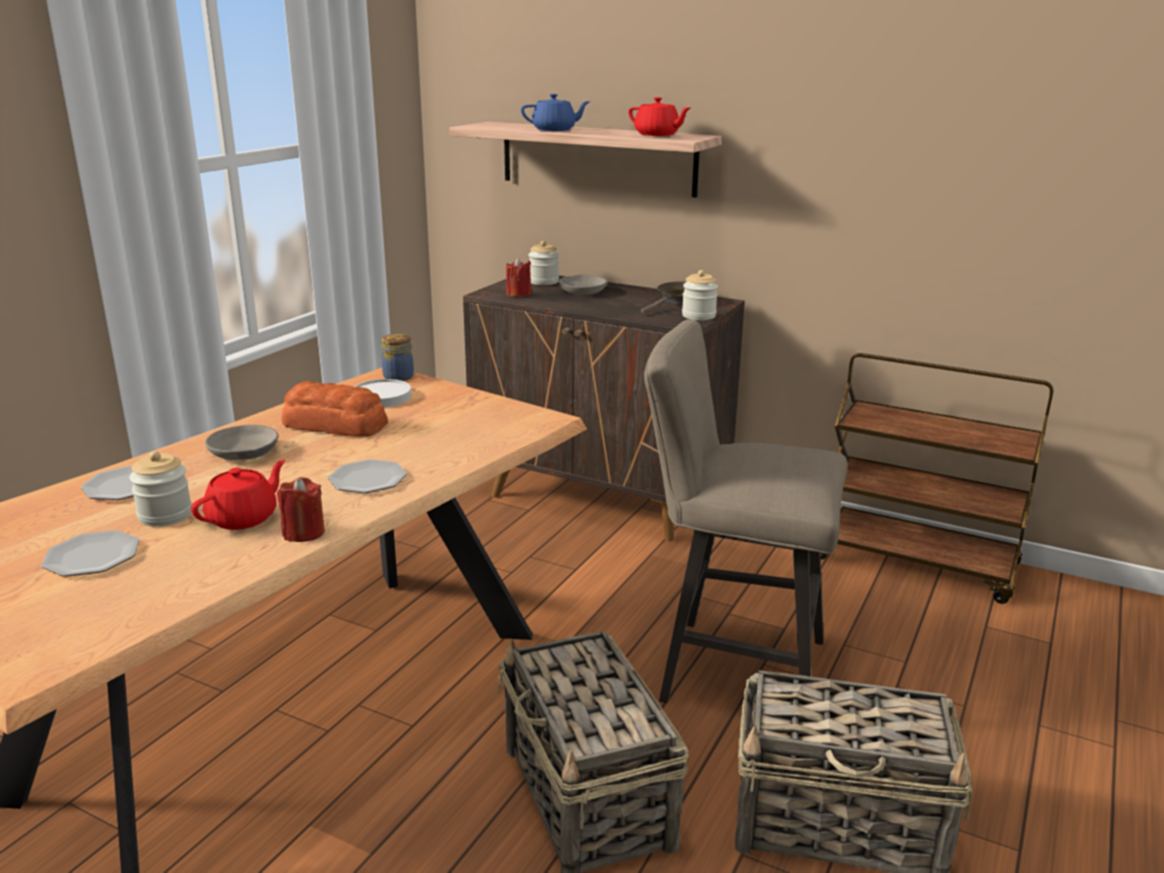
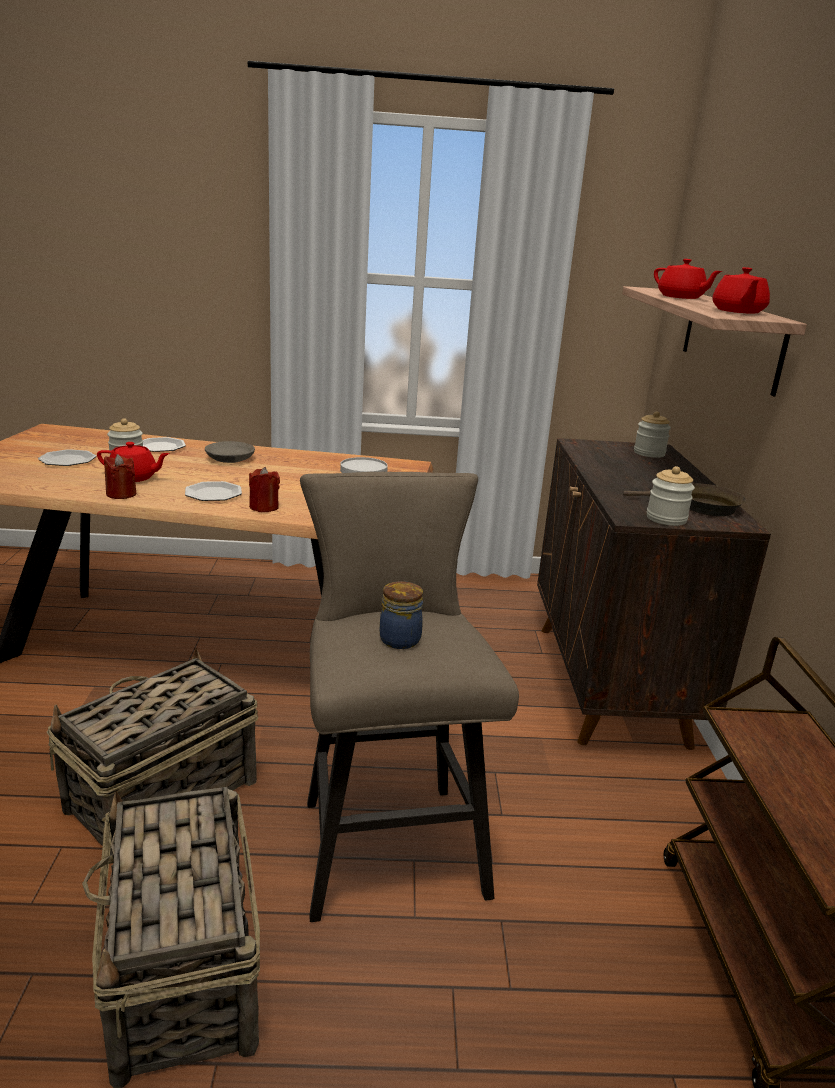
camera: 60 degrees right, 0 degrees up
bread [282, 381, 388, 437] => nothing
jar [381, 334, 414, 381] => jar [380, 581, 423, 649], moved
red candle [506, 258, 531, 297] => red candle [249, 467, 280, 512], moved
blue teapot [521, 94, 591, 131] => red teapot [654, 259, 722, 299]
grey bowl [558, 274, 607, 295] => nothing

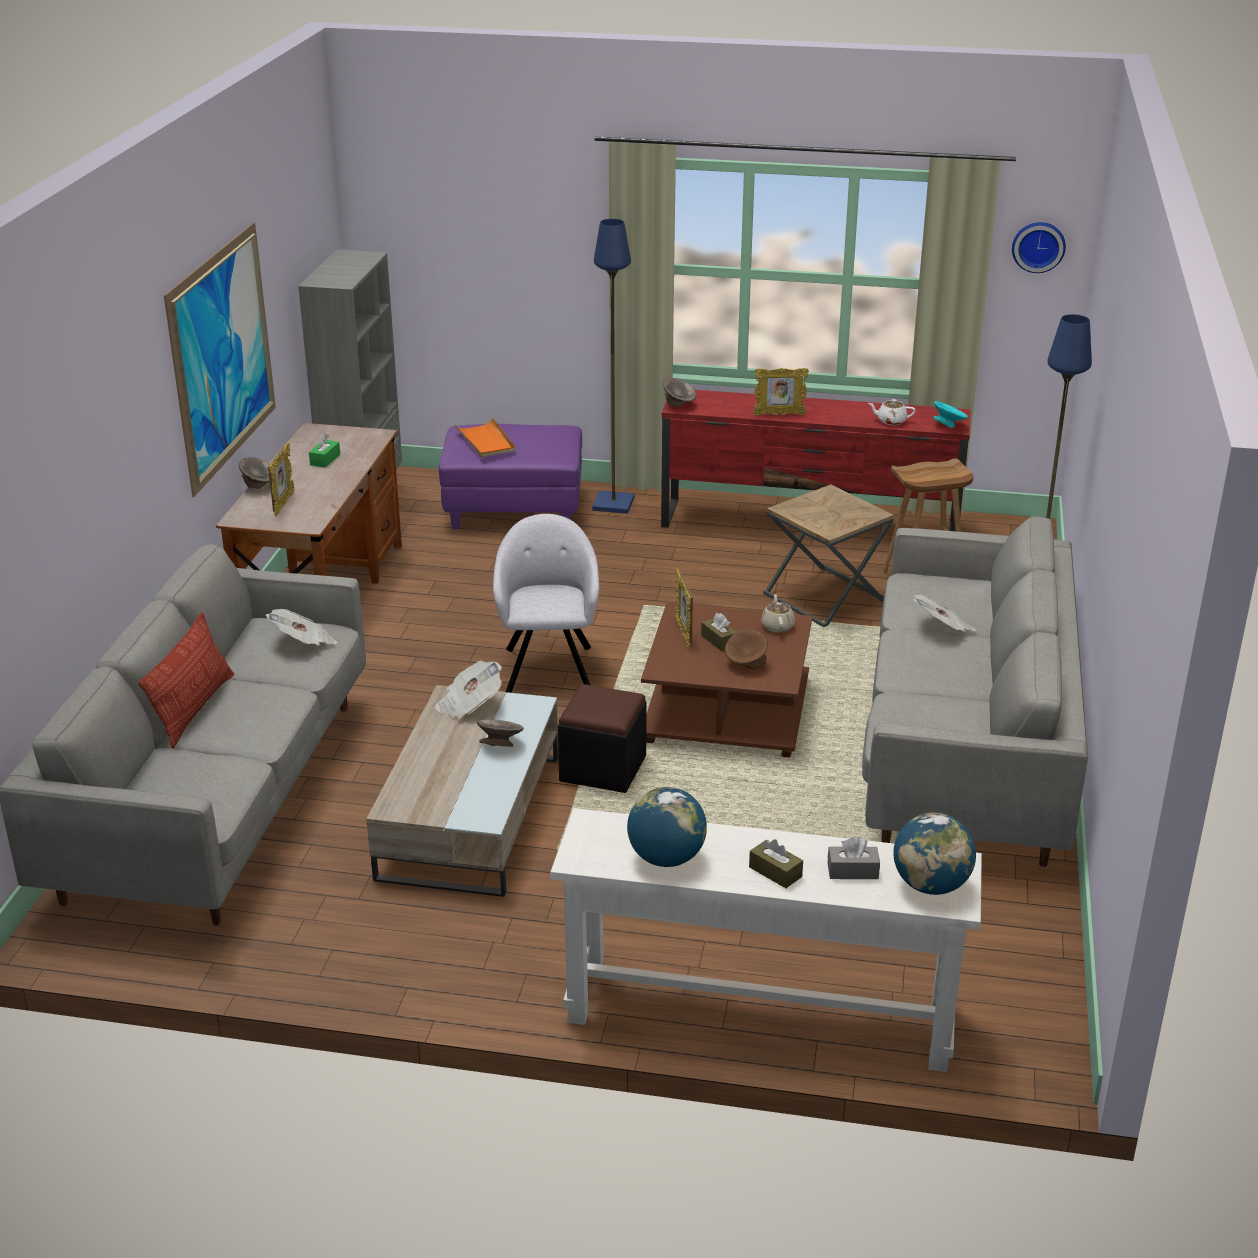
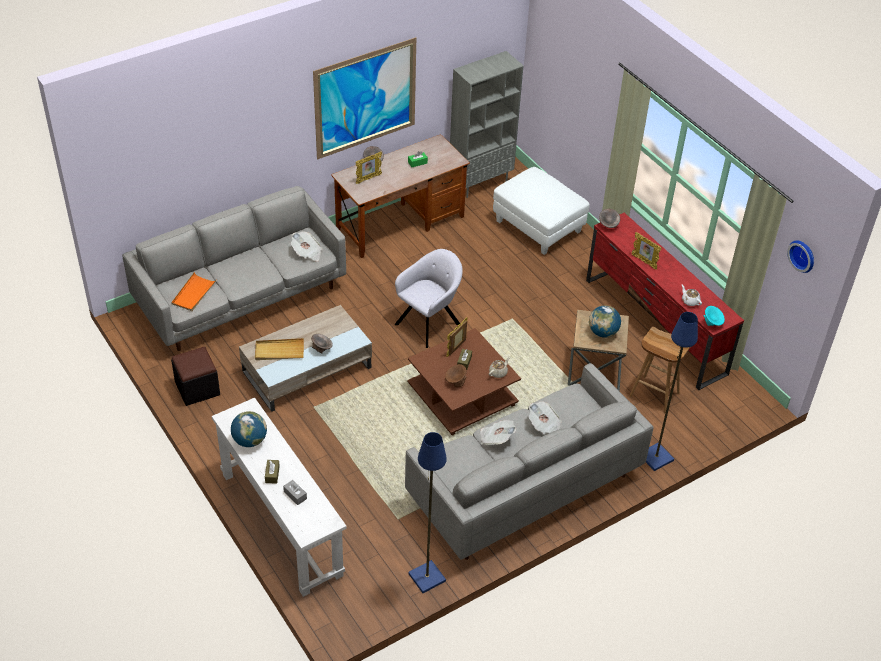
camera: 45 degrees right, 15 degrees up
pillow [138, 612, 234, 748] => nothing
newspaper [435, 661, 502, 719] => newspaper [480, 420, 516, 445], moved
purple ottoman [439, 424, 582, 529] => white ottoman [493, 167, 590, 255]
orange tray [454, 418, 515, 457] => orange tray [171, 273, 217, 311], moved
black ottoman [558, 684, 647, 793] => black ottoman [171, 347, 220, 406], moved
blue floor lamp [592, 219, 635, 514] => blue floor lamp [408, 432, 447, 593], moved
globe [893, 813, 976, 895] => globe [589, 306, 621, 338], moved
nothing => beige tray [255, 338, 304, 360]

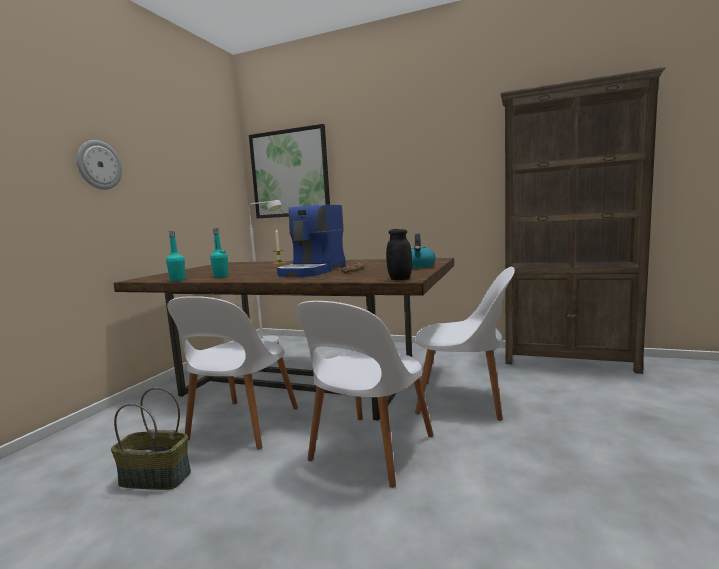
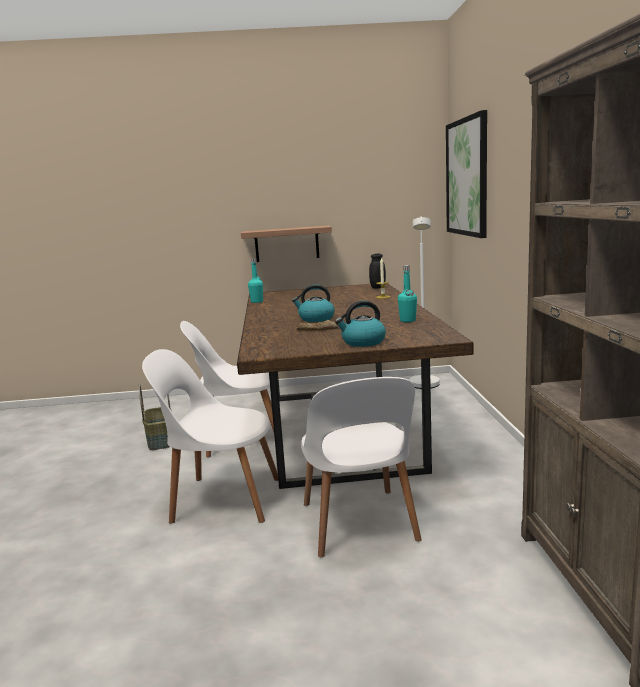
camera: 65 degrees right, 5 degrees up
wall clock [77, 140, 122, 190] => nothing
turquoise bottle [210, 228, 228, 278] => turquoise bottle [398, 265, 417, 322], moved
coffee machine [277, 205, 346, 277] => kettle [292, 285, 335, 322]
black jar [386, 229, 412, 280] => black jar [369, 254, 386, 289], moved
nothing => shelf [241, 226, 332, 262]

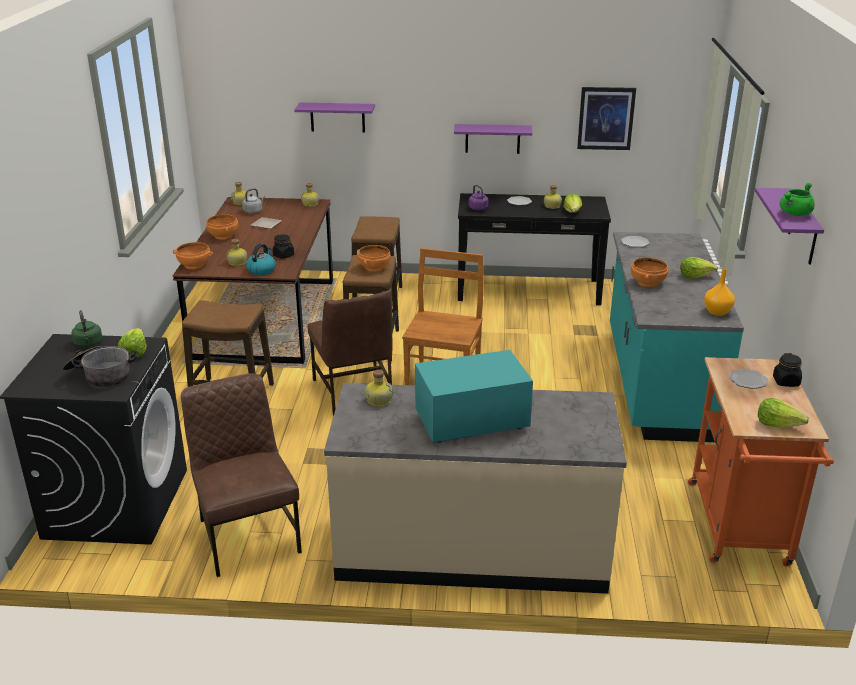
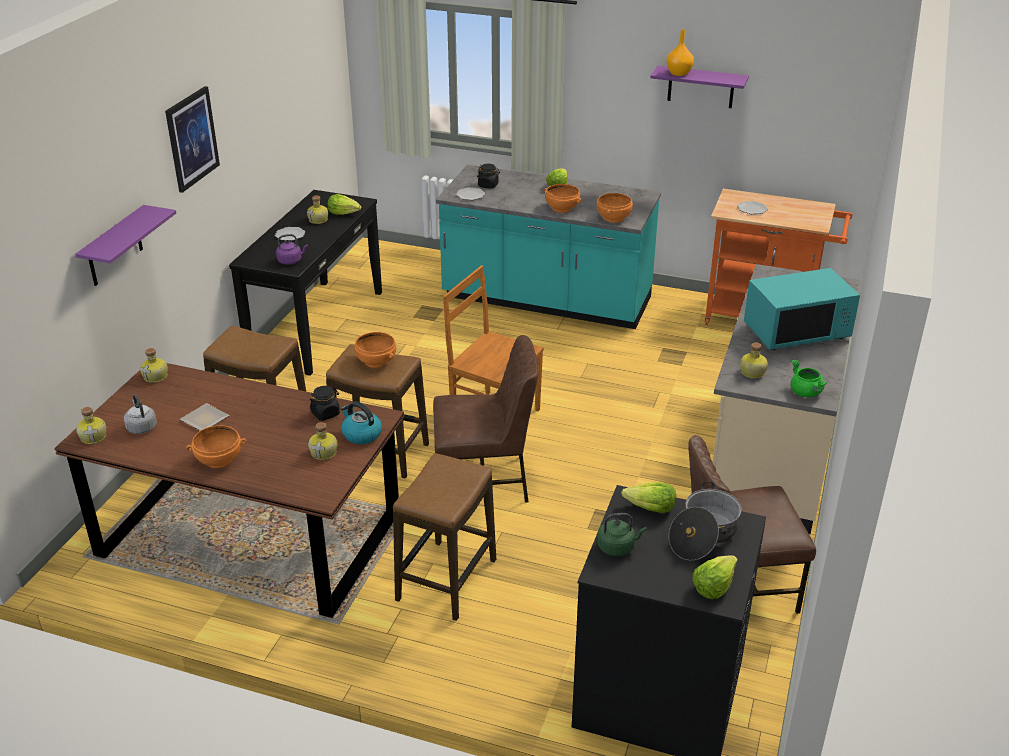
camera: 75 degrees left, 5 degrees up
orange bowl [173, 242, 213, 270] => orange bowl [597, 193, 633, 223], moved
turquoise microwave [415, 350, 533, 443] => turquoise microwave [744, 268, 860, 350], 105 degrees counterclockwise
purple shelf [454, 124, 532, 154] => nothing
picture [577, 87, 636, 150] => picture [165, 86, 220, 193], moved
orange vase [704, 268, 735, 316] => orange vase [666, 29, 694, 76], moved
lettuce [758, 398, 809, 427] => lettuce [693, 555, 738, 599], moved
black jar [773, 353, 802, 387] => black jar [477, 164, 500, 189], moved
green cooking pot [780, 183, 815, 216] => green cooking pot [790, 360, 827, 397], moved

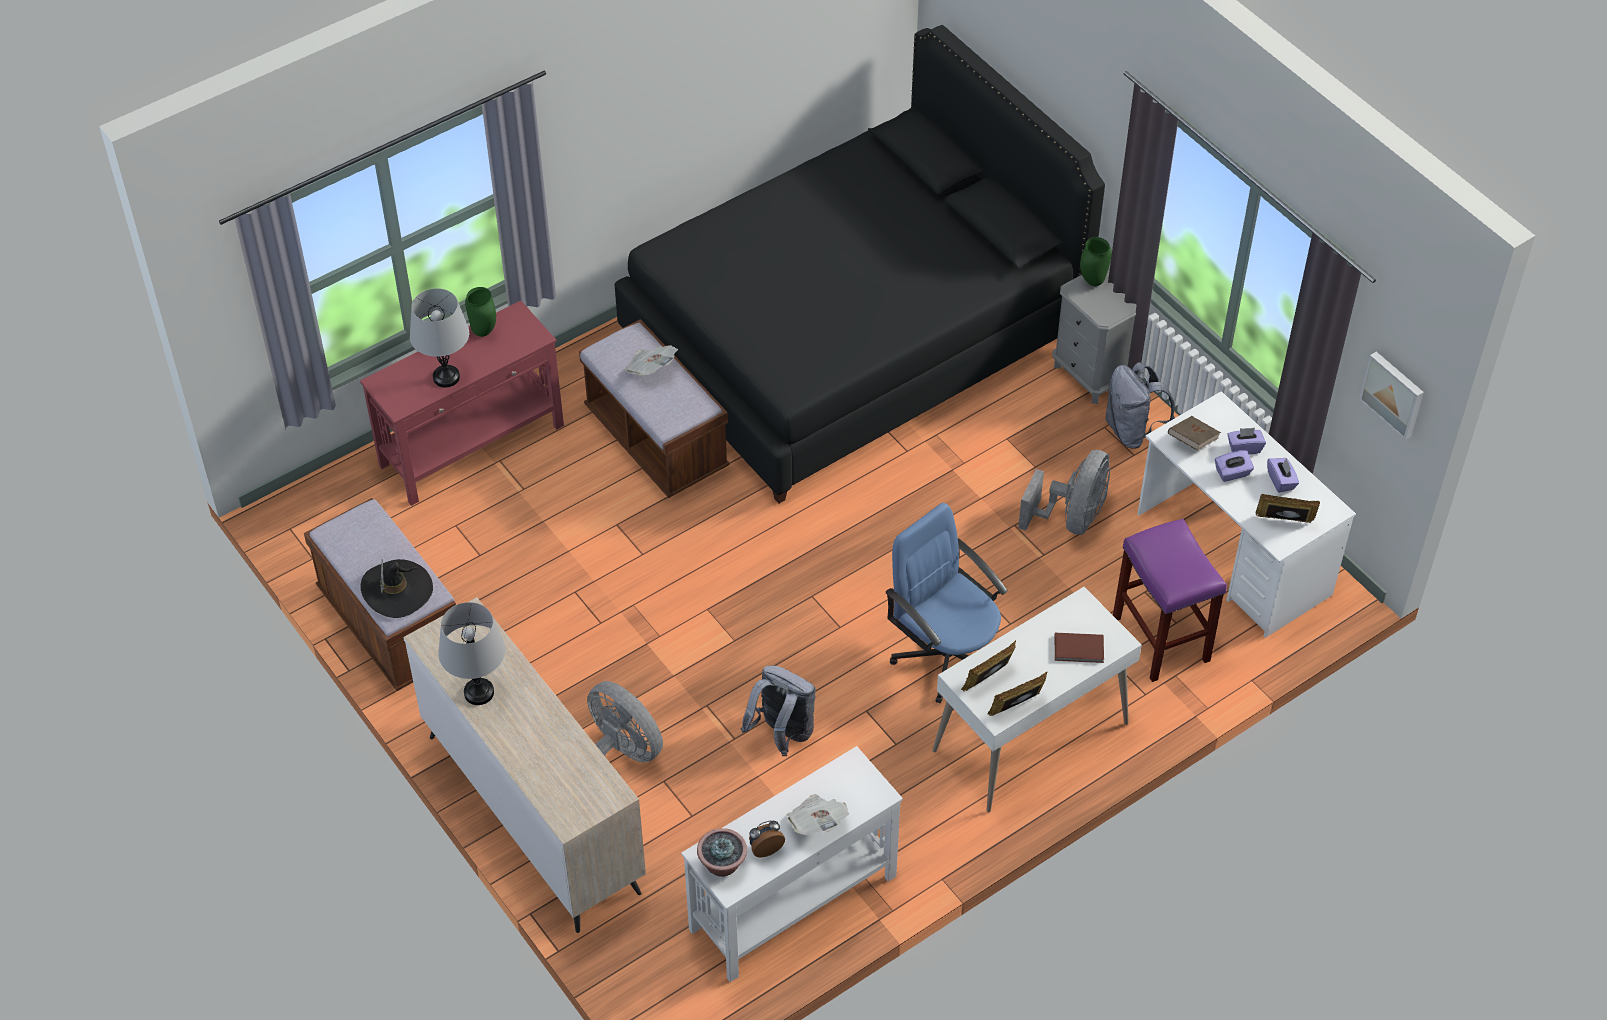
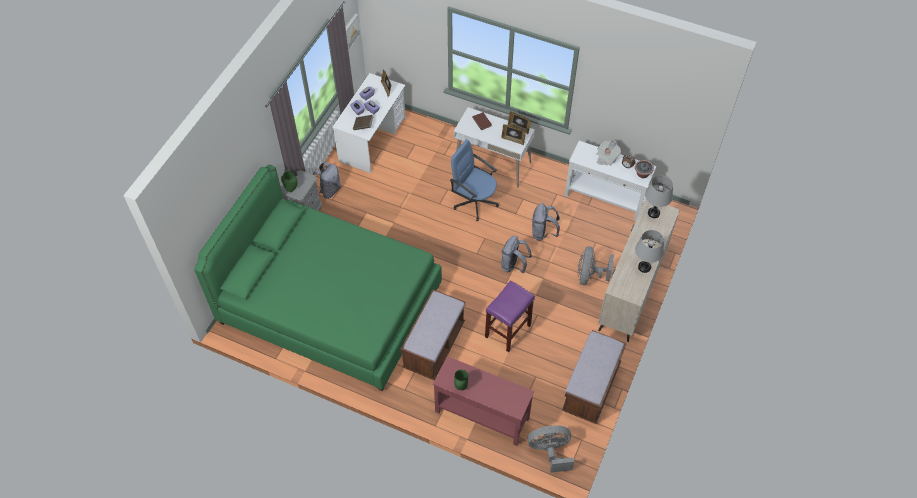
camera: 120 degrees left, 5 degrees up
black hat [360, 559, 433, 618] => nothing
grey table lamp [410, 288, 469, 388] => grey table lamp [645, 175, 673, 218], moved
black bed [615, 25, 1105, 503] => green bed [194, 165, 442, 391]
newspaper [624, 345, 678, 375] => nothing
blue office chair [886, 503, 1007, 703] => blue office chair [450, 140, 499, 221], 105 degrees clockwise
grey fan [1018, 450, 1110, 535] => grey fan [528, 425, 574, 473], moved
purple stool [1113, 519, 1227, 682] => purple stool [485, 280, 535, 352], moved
nothing => grey backpack [501, 236, 532, 273]

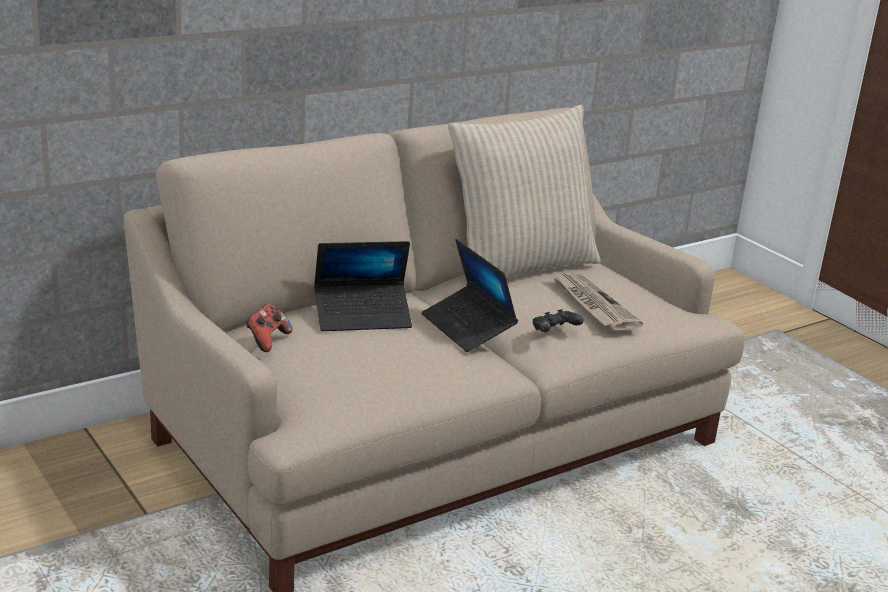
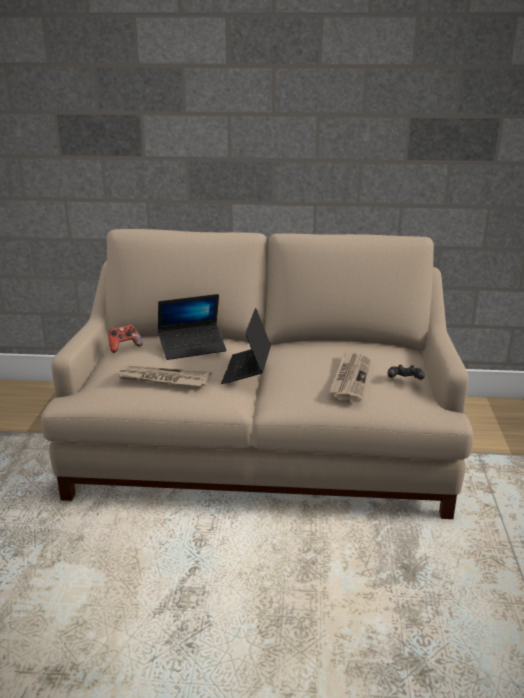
camera: 40 degrees right, 0 degrees up
laptop [314, 241, 412, 331] => laptop [158, 294, 227, 360], 45 degrees counterclockwise
beige pillow [448, 105, 601, 278] => nothing
black game controller [533, 309, 584, 332] => black game controller [388, 365, 425, 380], moved
nothing => newspaper [115, 366, 212, 386]

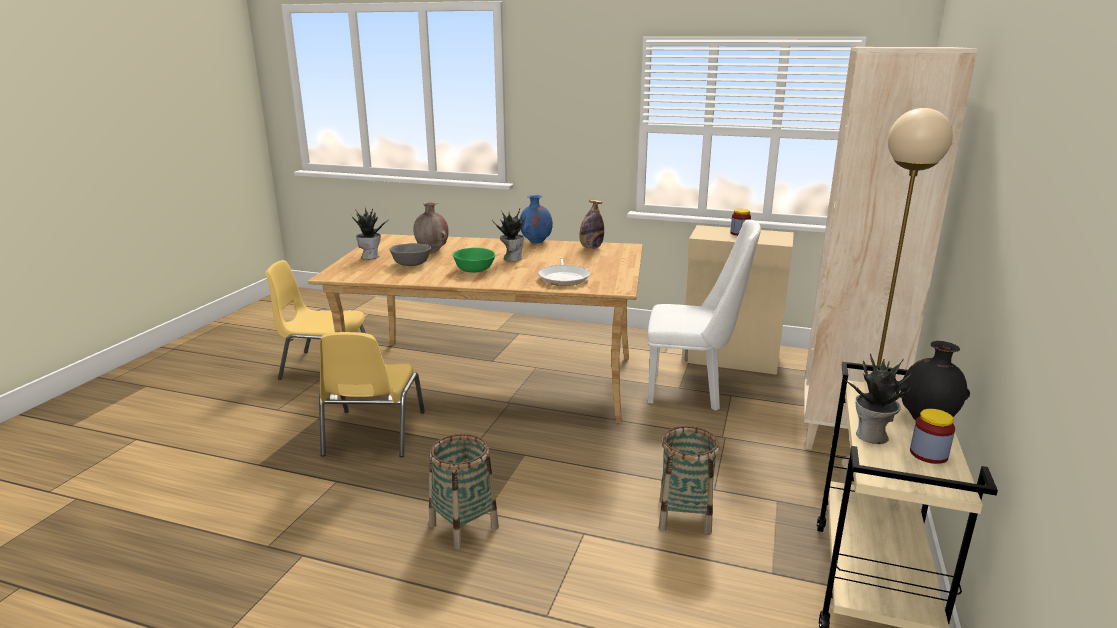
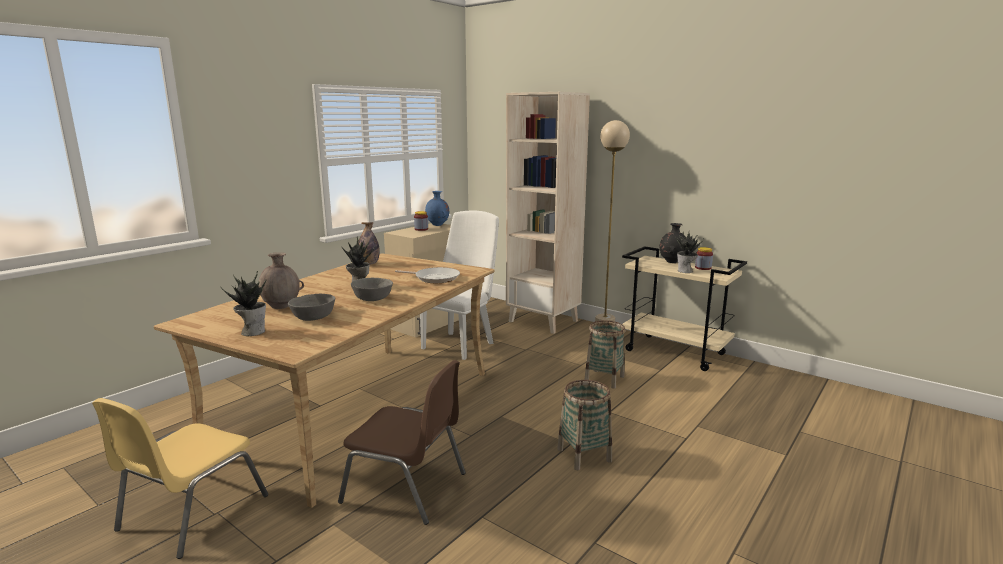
camera: 70 degrees left, 5 degrees down
yellow chair [319, 332, 425, 457] => brown chair [338, 360, 466, 525]
green bowl [453, 248, 495, 273] => grey bowl [351, 278, 393, 301]
blue vase [520, 195, 553, 243] => blue vase [425, 191, 449, 226], moved

